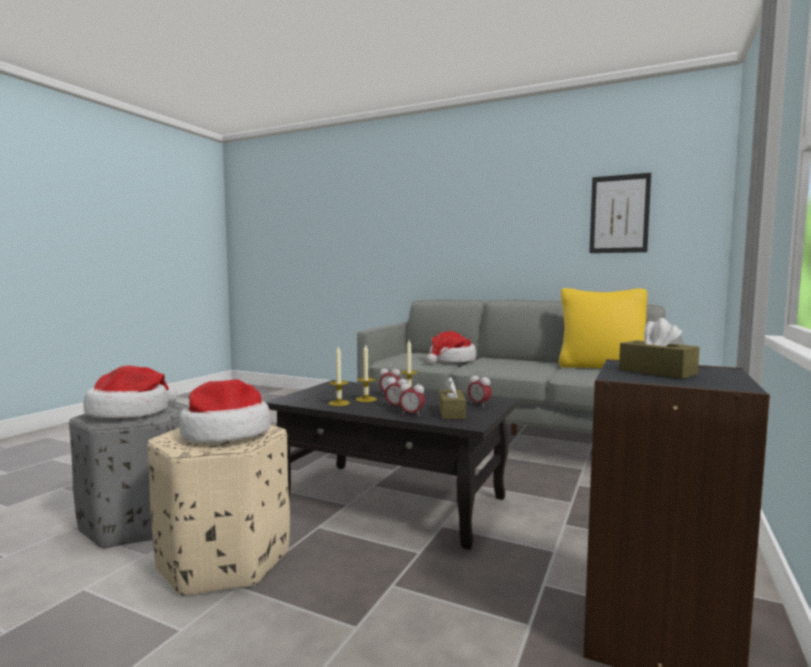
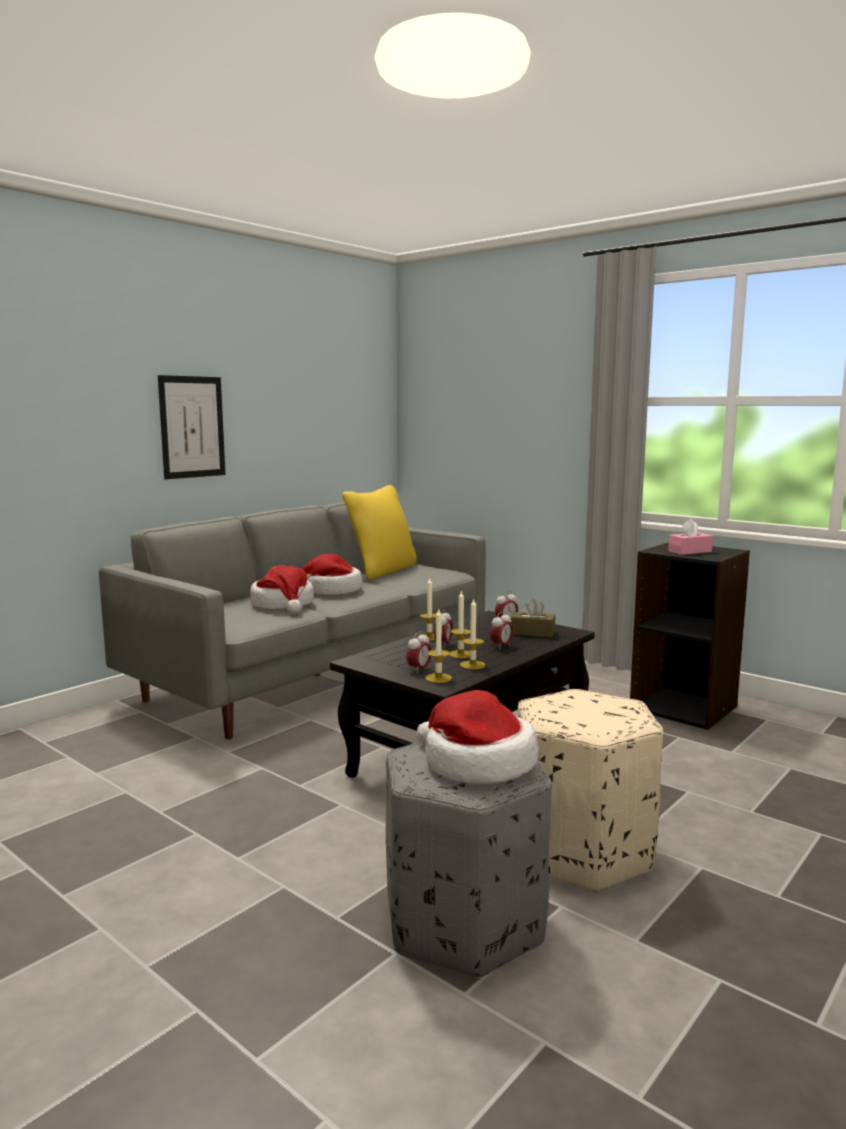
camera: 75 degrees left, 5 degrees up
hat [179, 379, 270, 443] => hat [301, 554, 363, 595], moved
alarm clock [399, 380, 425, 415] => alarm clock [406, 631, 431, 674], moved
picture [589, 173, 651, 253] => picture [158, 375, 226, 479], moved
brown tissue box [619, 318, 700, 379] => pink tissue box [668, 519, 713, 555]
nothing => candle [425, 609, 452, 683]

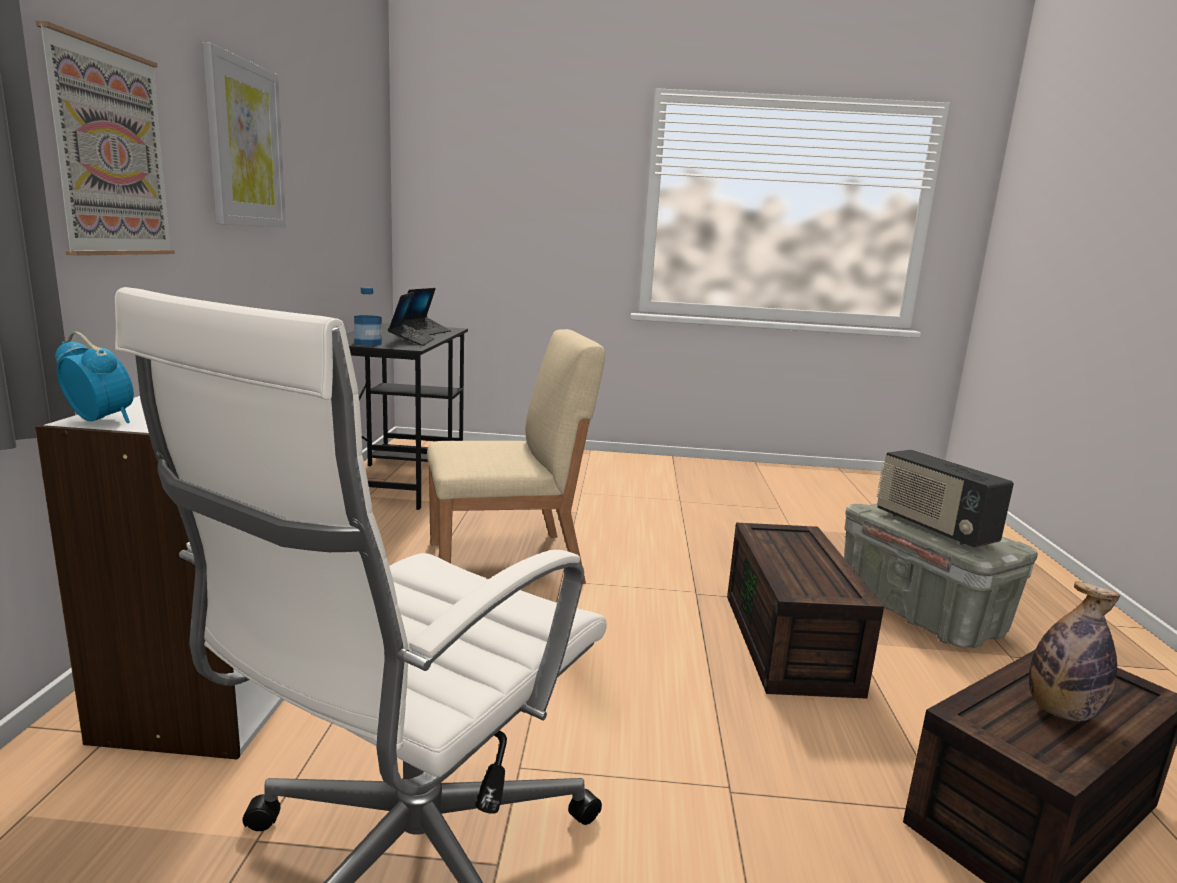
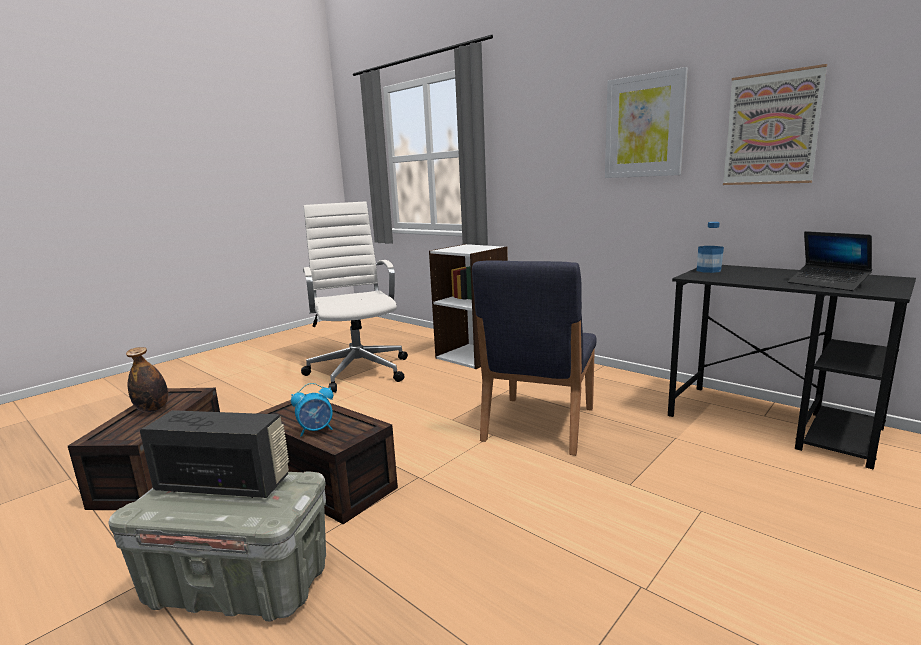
camera: 130 degrees right, 0 degrees up
picture [36, 21, 175, 256] => picture [723, 64, 827, 185], moved
alarm clock [55, 332, 134, 423] => alarm clock [291, 383, 333, 437], moved
laptop [388, 292, 435, 346] => nothing
beige chair [427, 329, 605, 584] => blue chair [472, 261, 597, 456]

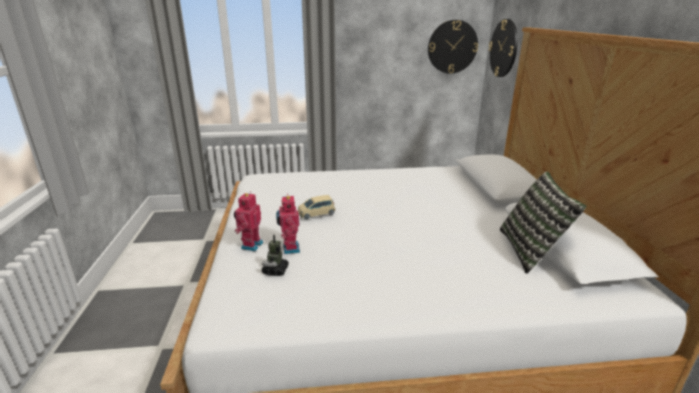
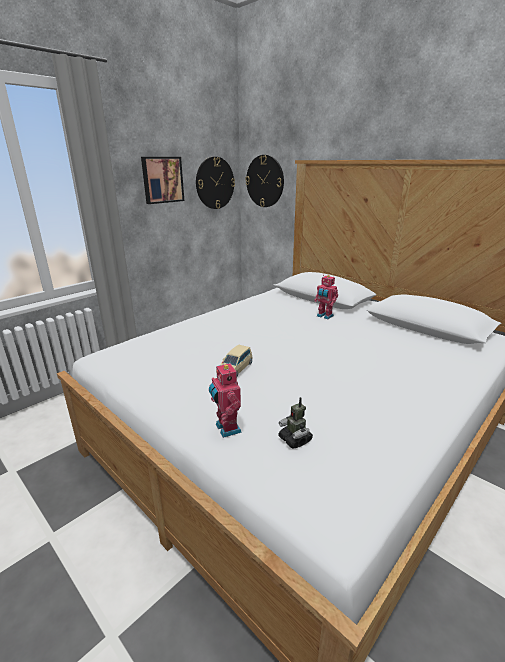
camera: 40 degrees left, 0 degrees up
toy robot [276, 194, 300, 254] => toy robot [314, 275, 338, 319], moved
pillow [500, 171, 586, 274] => nothing
nothing => picture [141, 157, 184, 204]

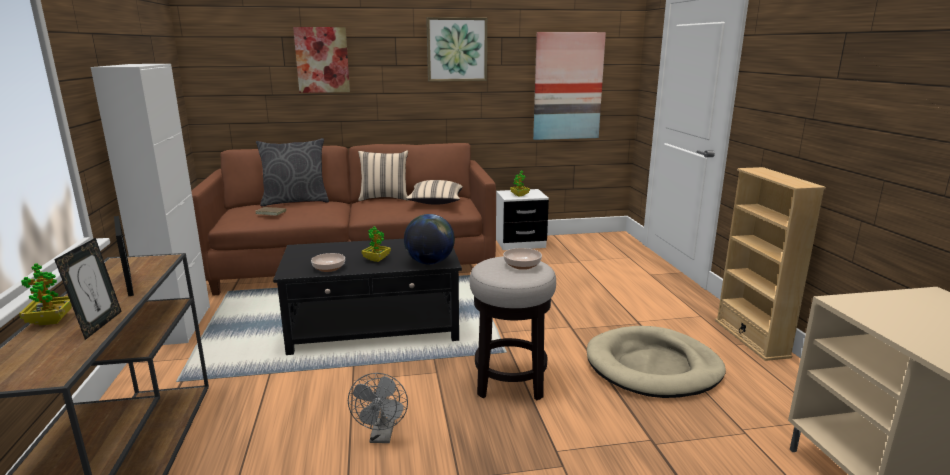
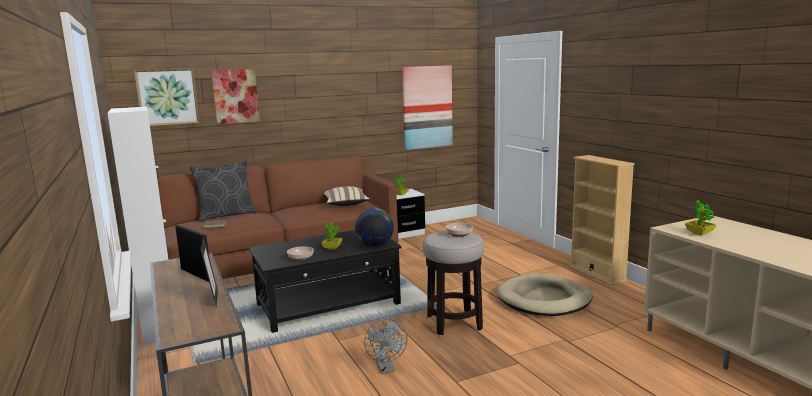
camera: 15 degrees left, 5 degrees down
potted plant [19, 263, 72, 325] => potted plant [685, 200, 716, 236], moved
beige pillow [358, 150, 409, 201] => nothing
picture [426, 17, 487, 81] => picture [134, 68, 200, 126], moved

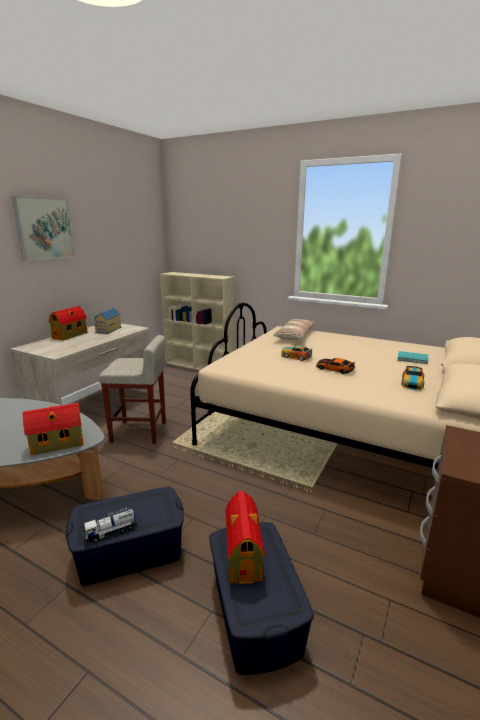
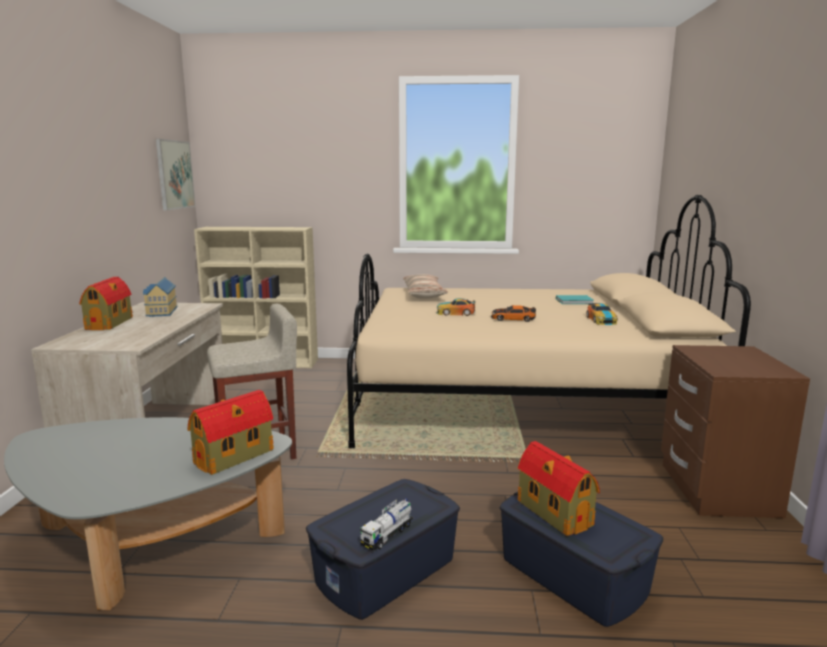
camera: 25 degrees left, 5 degrees down
picture [11, 196, 75, 261] => picture [156, 139, 195, 211], moved

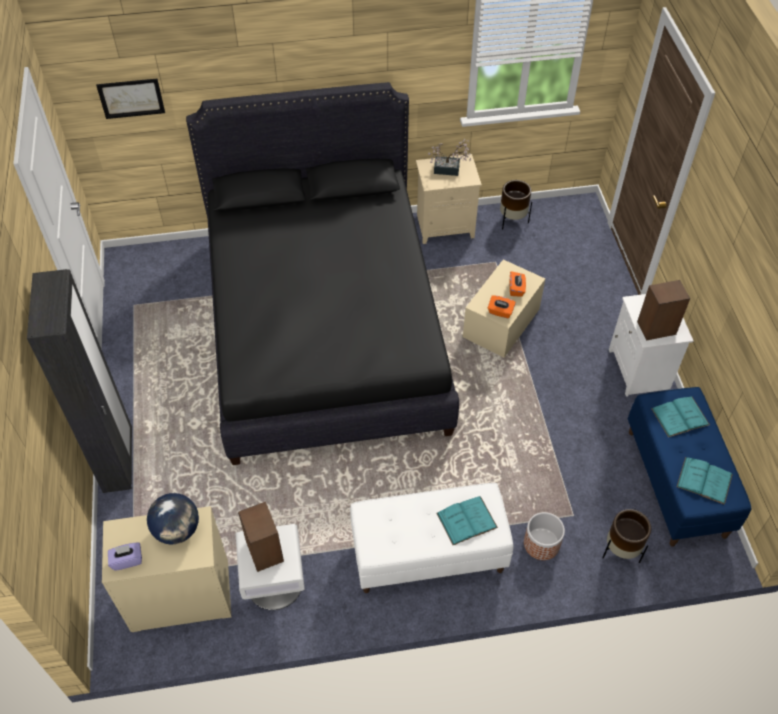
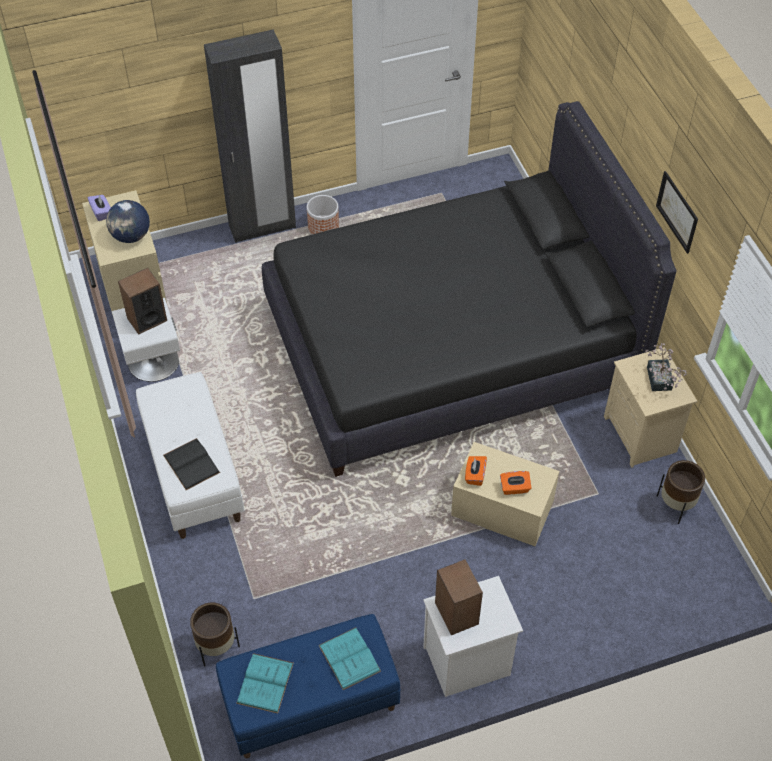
camera: 80 degrees right, 0 degrees up
picture [96, 79, 165, 119] => picture [656, 171, 698, 254], moved
turquoise book [437, 496, 498, 545] => black book [163, 438, 220, 490]
planter [524, 512, 565, 560] => planter [307, 195, 339, 234], moved

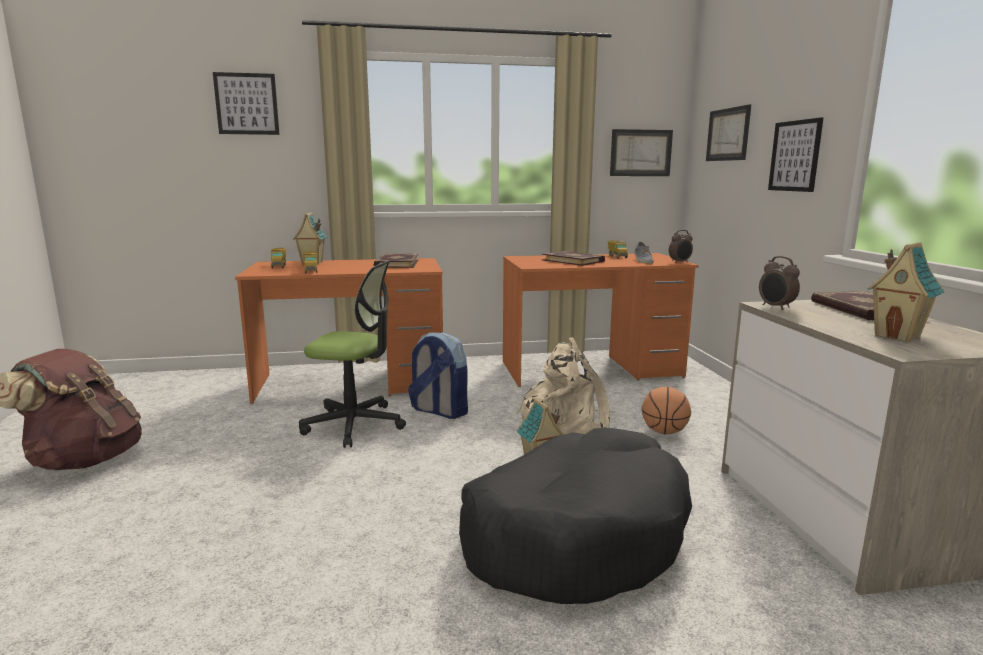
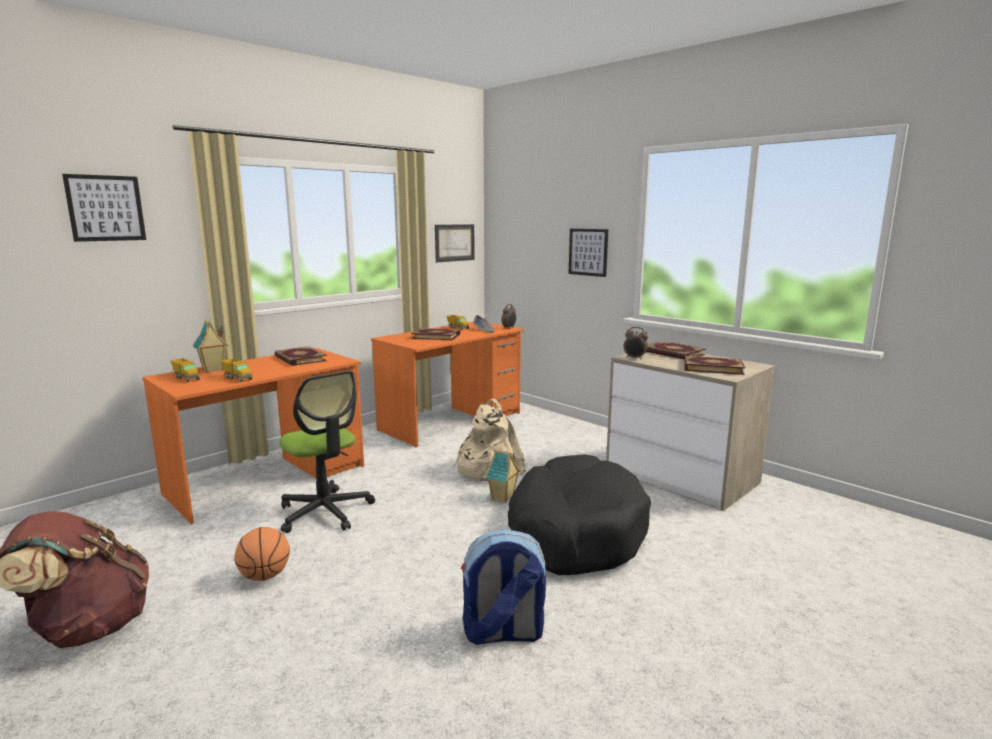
camera: 35 degrees left, 0 degrees up
office chair [299, 260, 406, 448] => office chair [279, 370, 375, 533], 75 degrees clockwise
backpack [408, 332, 468, 419] => backpack [461, 529, 546, 645], moved
basketball [642, 386, 691, 434] => basketball [234, 527, 290, 581], moved
picture [706, 104, 751, 161] => nothing
toy house [868, 242, 945, 342] => book [684, 356, 745, 375]

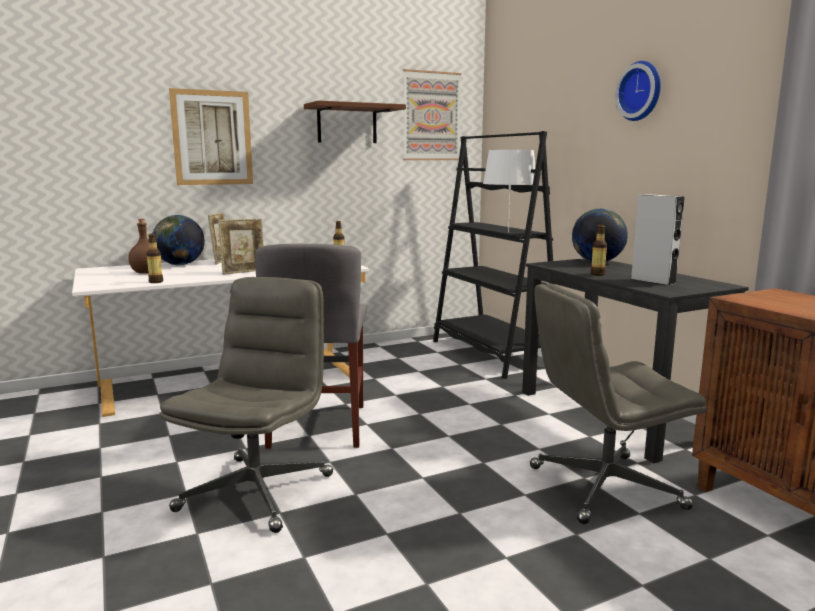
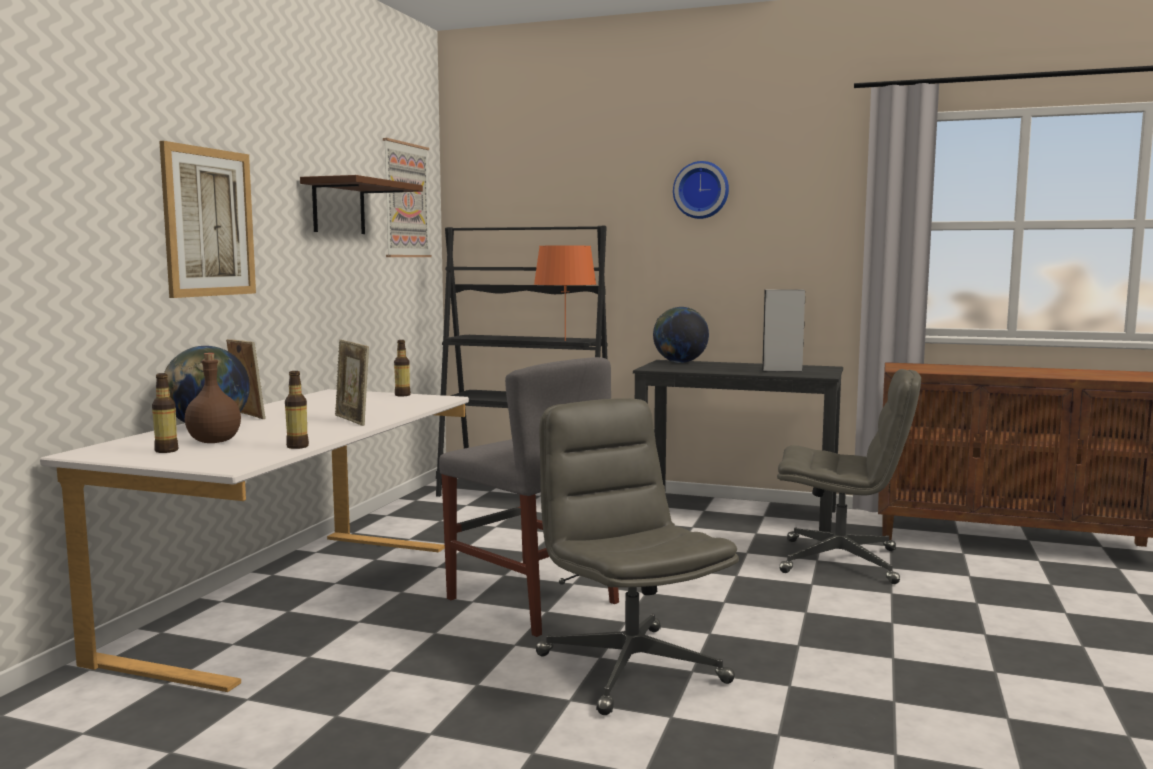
camera: 45 degrees left, 5 degrees down
picture frame [218, 219, 264, 275] => picture frame [335, 340, 369, 426], 135 degrees clockwise
white table lamp [483, 150, 536, 233] => orange table lamp [534, 246, 596, 341]
grey office chair [530, 283, 707, 524] => grey office chair [777, 369, 921, 584], 105 degrees counterclockwise
bottle [591, 224, 607, 276] => bottle [152, 373, 179, 453], moved

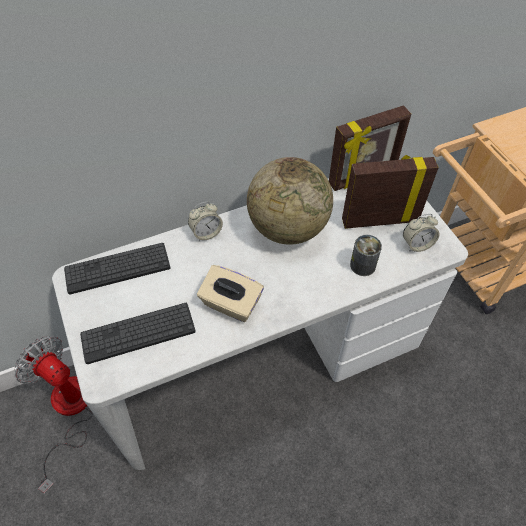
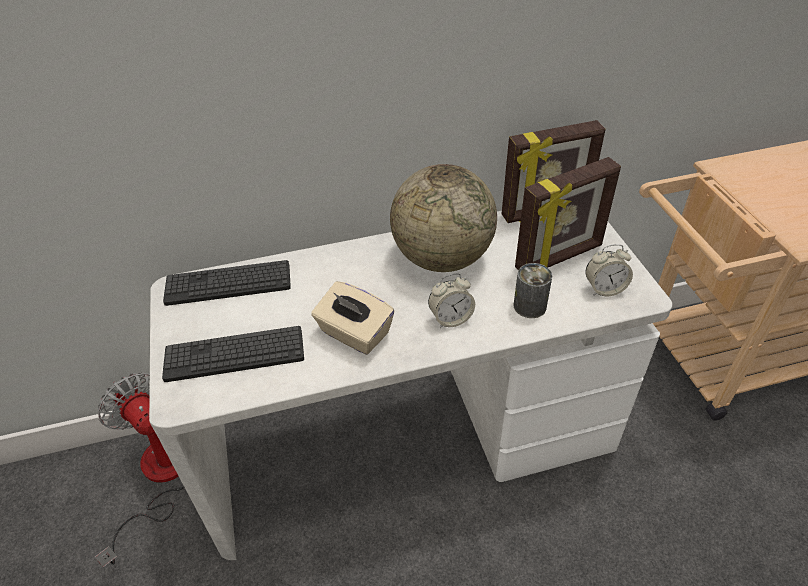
camera: 10 degrees right, 10 degrees down
alarm clock [188, 202, 223, 241] => alarm clock [428, 274, 475, 328], moved
picture frame [342, 155, 439, 229] => picture frame [515, 157, 621, 270], 150 degrees clockwise

